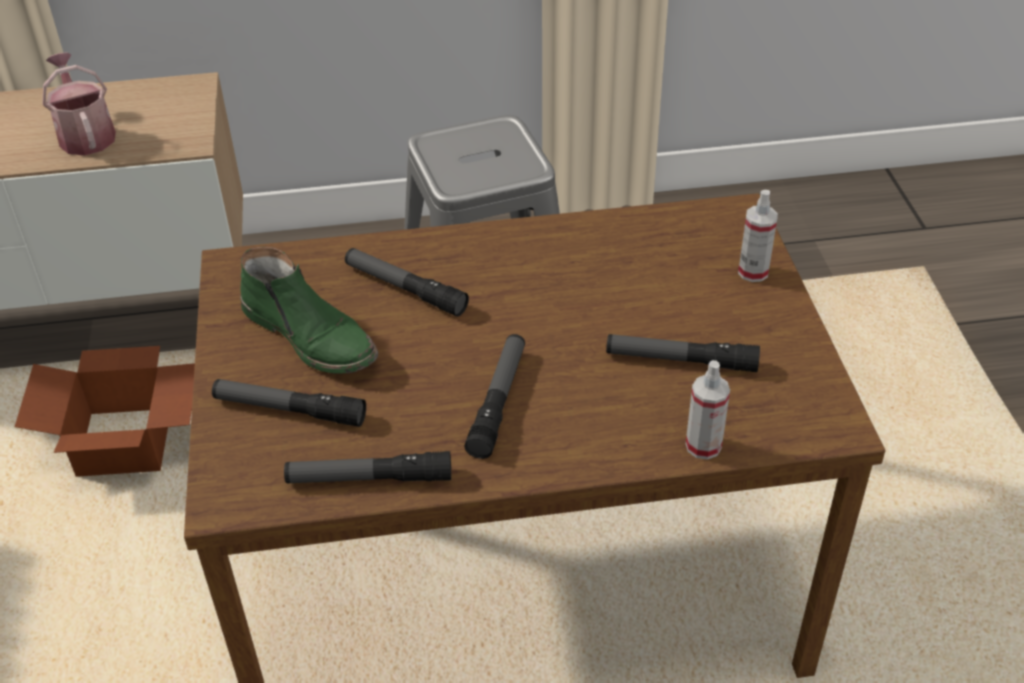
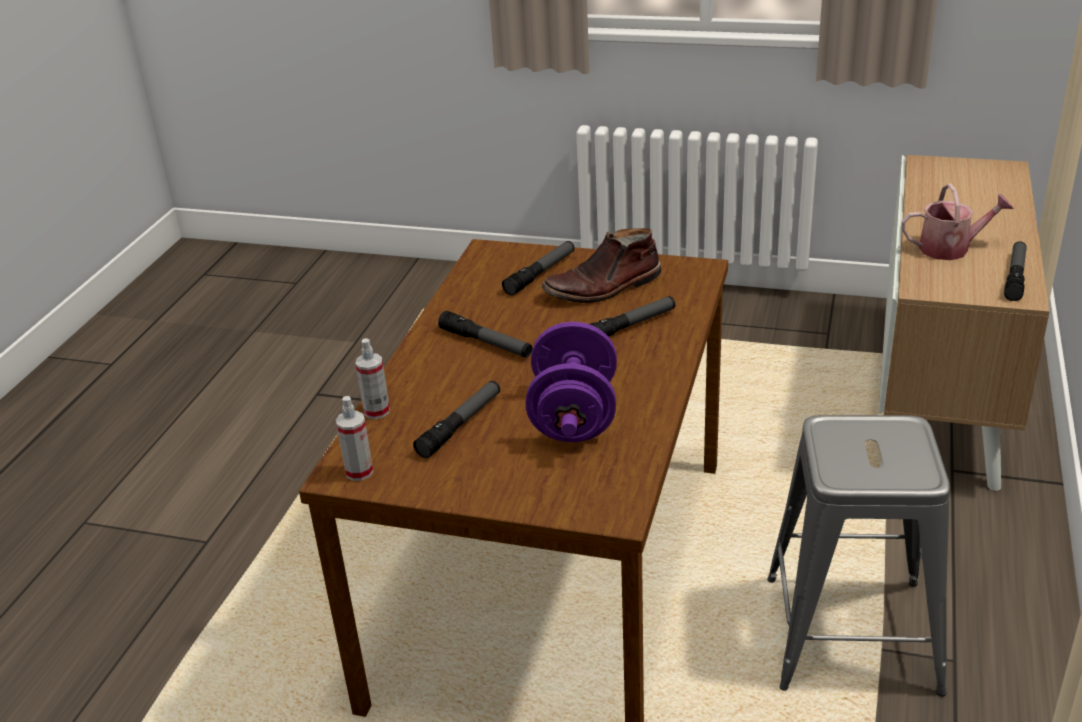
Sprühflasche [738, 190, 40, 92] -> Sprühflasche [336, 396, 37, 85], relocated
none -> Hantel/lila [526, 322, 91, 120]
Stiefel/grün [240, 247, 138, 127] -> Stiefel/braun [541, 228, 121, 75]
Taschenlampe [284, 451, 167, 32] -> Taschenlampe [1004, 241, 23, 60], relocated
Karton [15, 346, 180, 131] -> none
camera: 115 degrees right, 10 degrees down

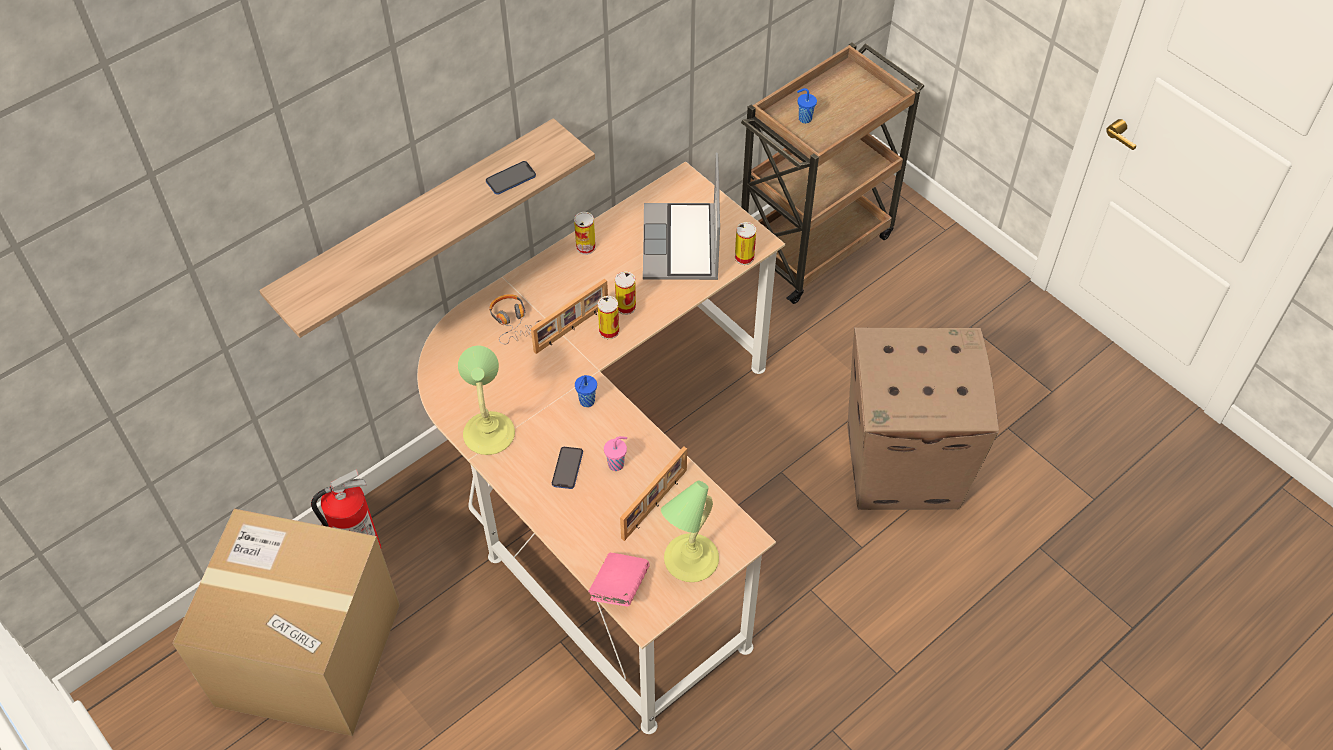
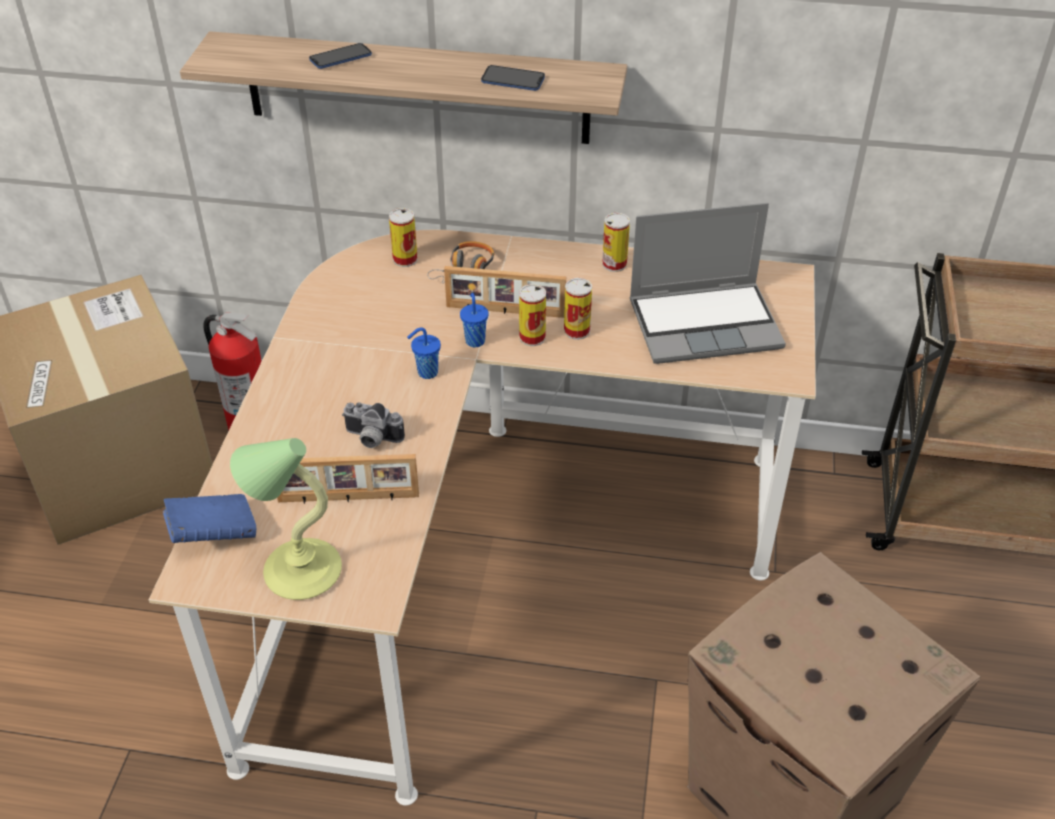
Buch/rosa [588, 553, 62, 54] -> Buch/blau [163, 494, 93, 49]
Handy [552, 447, 31, 42] -> Handy [309, 43, 63, 26], relocated
Tasse/rosa [604, 436, 23, 35] -> Kamera [342, 402, 63, 46]
Dose [735, 222, 21, 43] -> Dose [389, 208, 29, 59], relocated
Tasse/blau [797, 88, 20, 35] -> Tasse/blau [460, 293, 29, 54], relocated
Laptop [643, 153, 77, 127] -> Laptop [630, 203, 156, 161], 150 degrees counterclockwise
Tischlampe [458, 346, 57, 109] -> none
camera: 50 degrees right, 10 degrees down

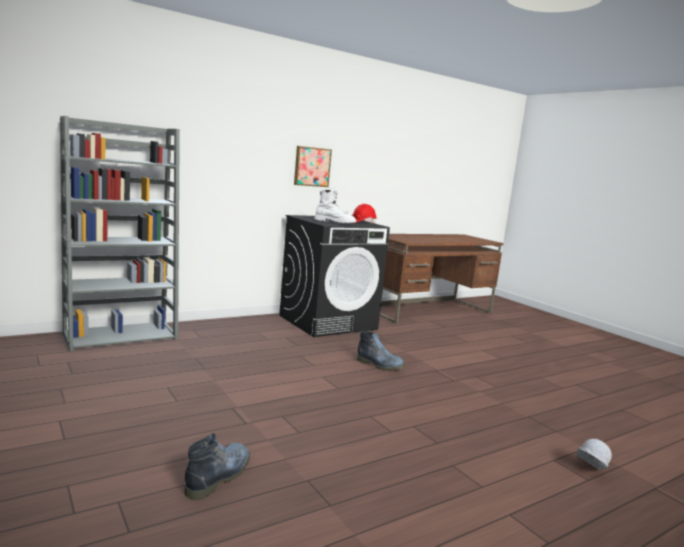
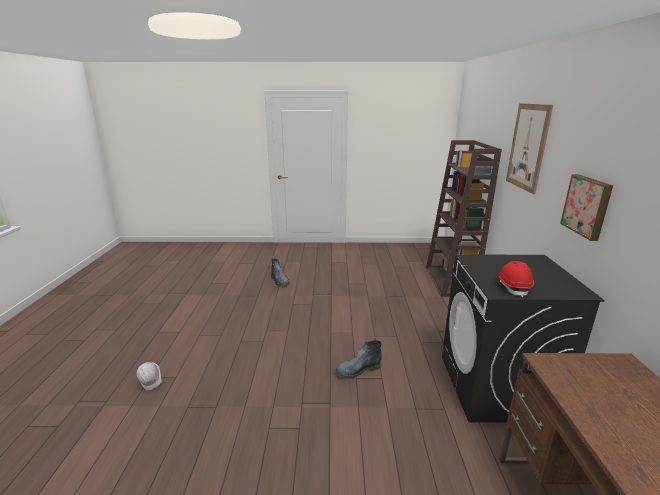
Bücherregal/grau [60, 116, 120, 235] -> Bücherregal/braun [426, 140, 76, 157]
none -> Bild [506, 103, 47, 91]
Stiefel/weiß [314, 188, 42, 35] -> none
camera: 125 degrees right, 10 degrees up

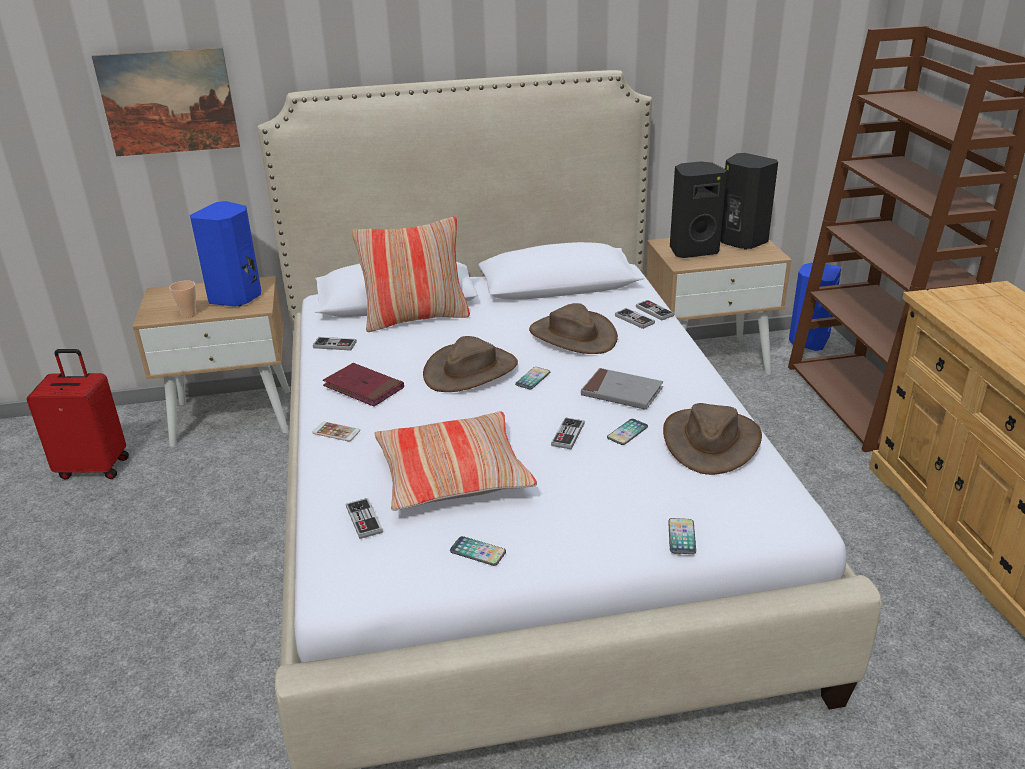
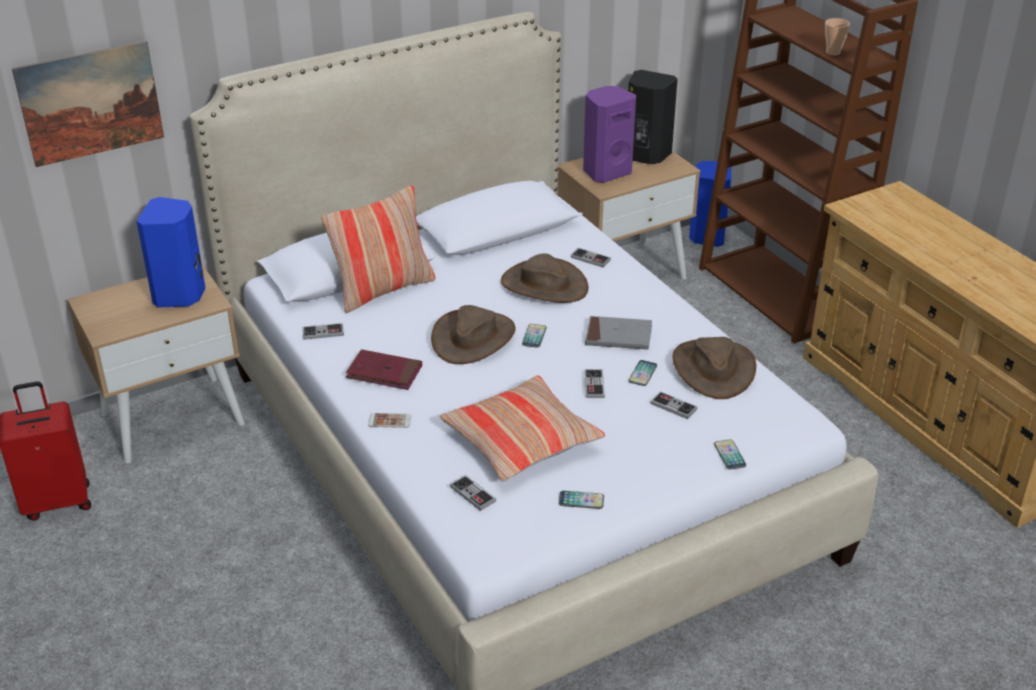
Lautsprecher/schwarz [670, 161, 57, 97] -> Lautsprecher/lila [583, 86, 53, 97]
Gamepad [636, 300, 38, 21] -> Gamepad [650, 391, 47, 28], relocated
Tasse [169, 280, 27, 38] -> Tasse [825, 18, 25, 38], relocated
camera: 20 degrees left, 5 degrees up

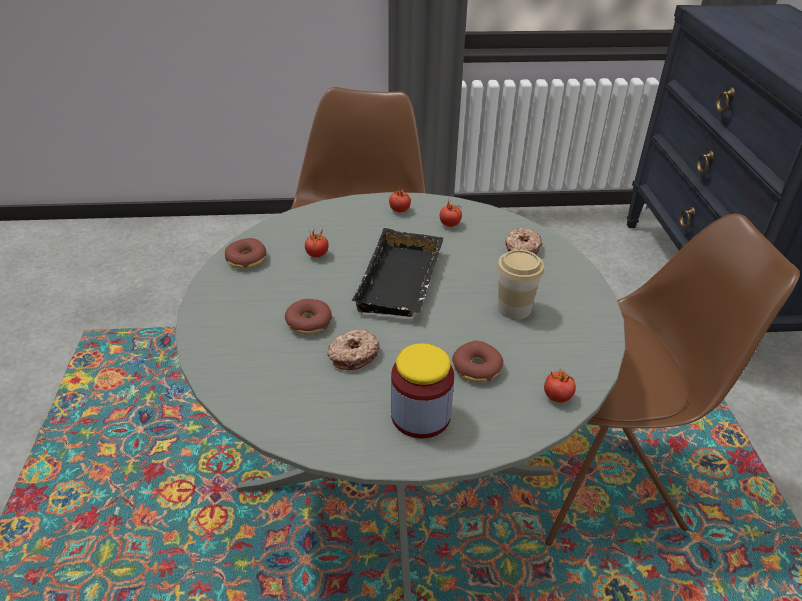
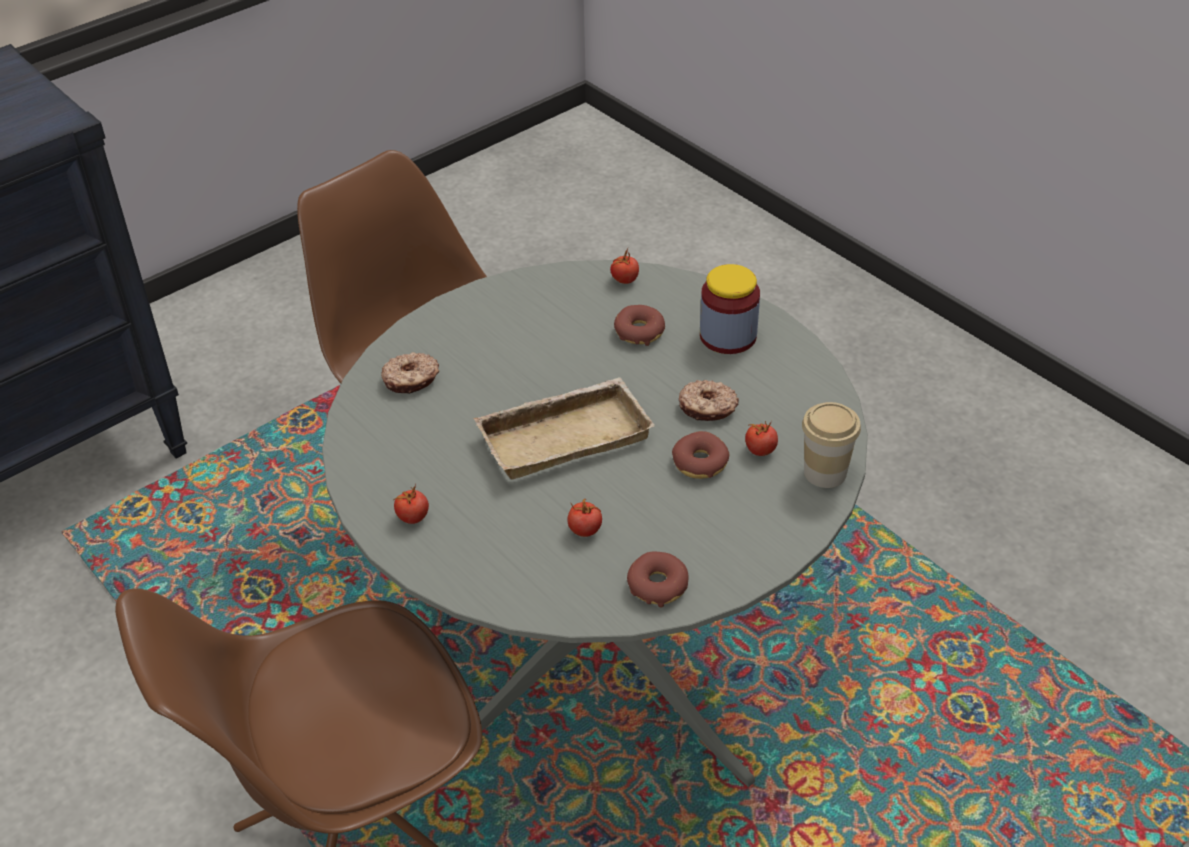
Tablett/schwarz [352, 228, 91, 89] -> Tablett/beige [473, 377, 182, 102]
Tomate [440, 198, 22, 29] -> Tomate [745, 421, 33, 35], relocated
Tasse [497, 250, 47, 69] -> Tasse [802, 402, 59, 86], relocated
camera: 125 degrees left, 5 degrees up

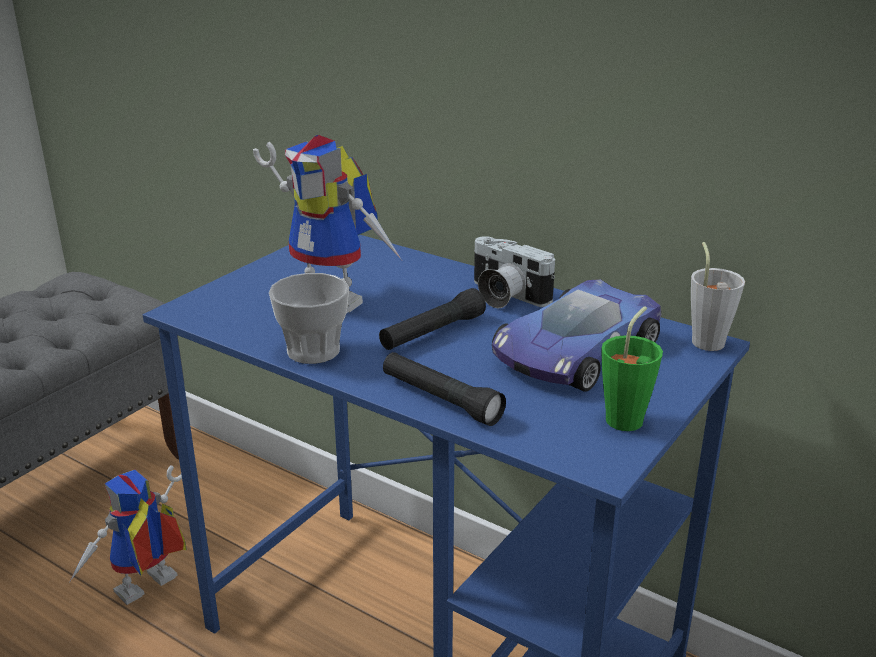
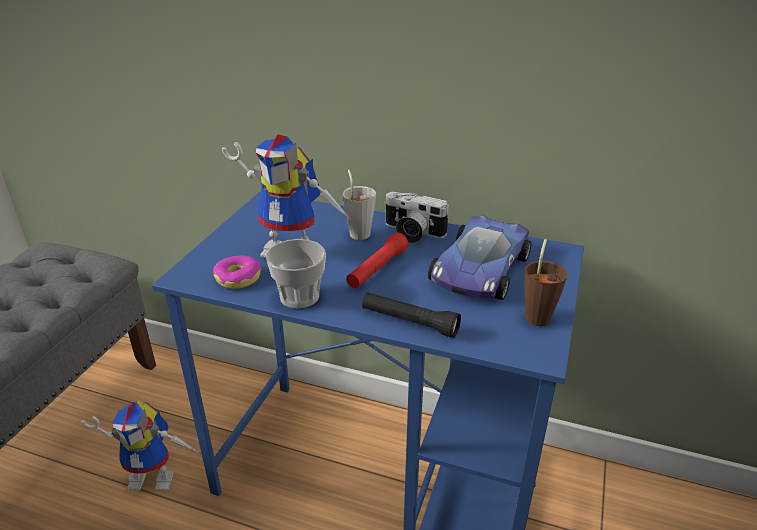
Spielzeugroboter [69, 465, 118, 140] -> Spielzeugroboter [81, 399, 118, 92], 120 degrees counterclockwise
none -> Donut [213, 256, 48, 33]
Tasse/grau [691, 242, 54, 109] -> Tasse/grau [342, 170, 34, 70], relocated
Taschenlampe/schwarz [379, 288, 107, 62] -> Taschenlampe/rot [346, 232, 63, 56]
Tasse/grün [601, 306, 62, 125] -> Tasse/braun [524, 239, 44, 87]
camera: 15 degrees left, 5 degrees up

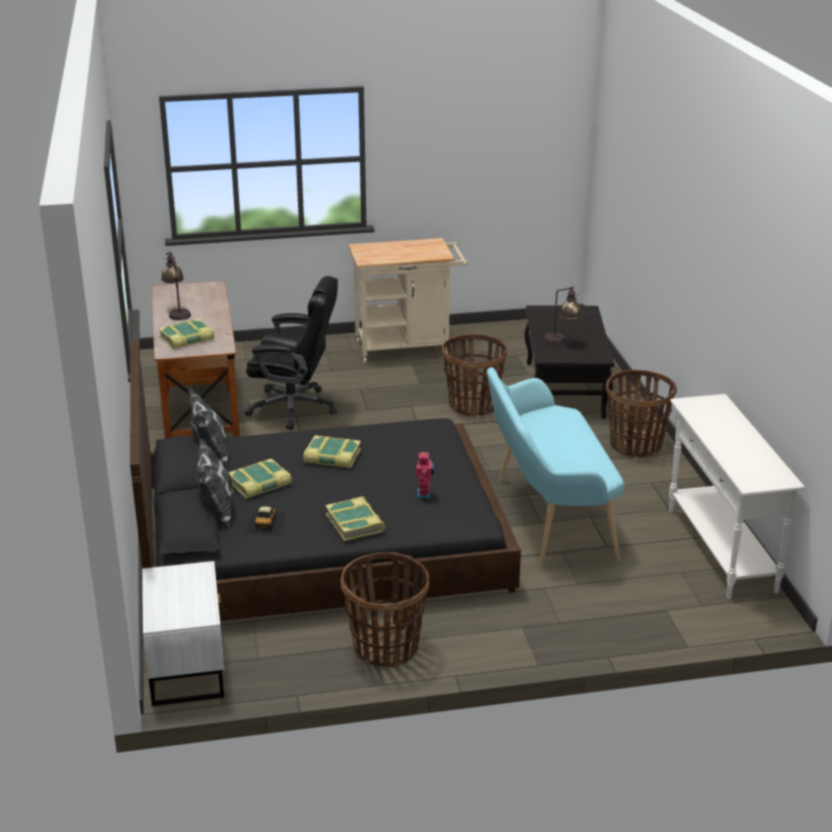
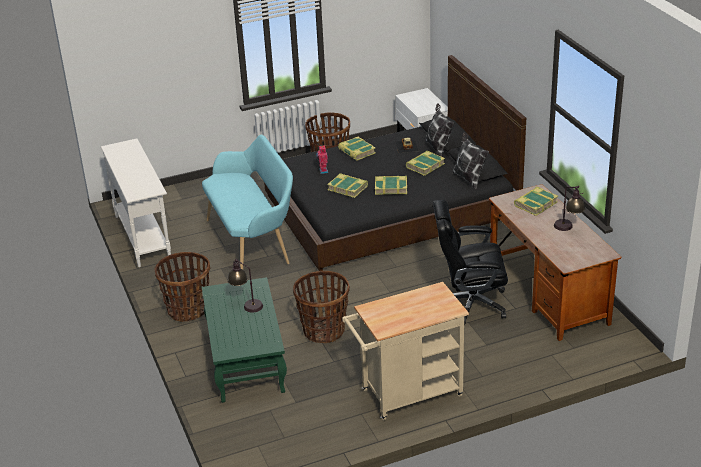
Couchtisch/schwarz [524, 306, 90, 113] -> Couchtisch/grün [202, 277, 85, 126]
none -> Buch [327, 173, 41, 25]
camera: 170 degrees right, 5 degrees up

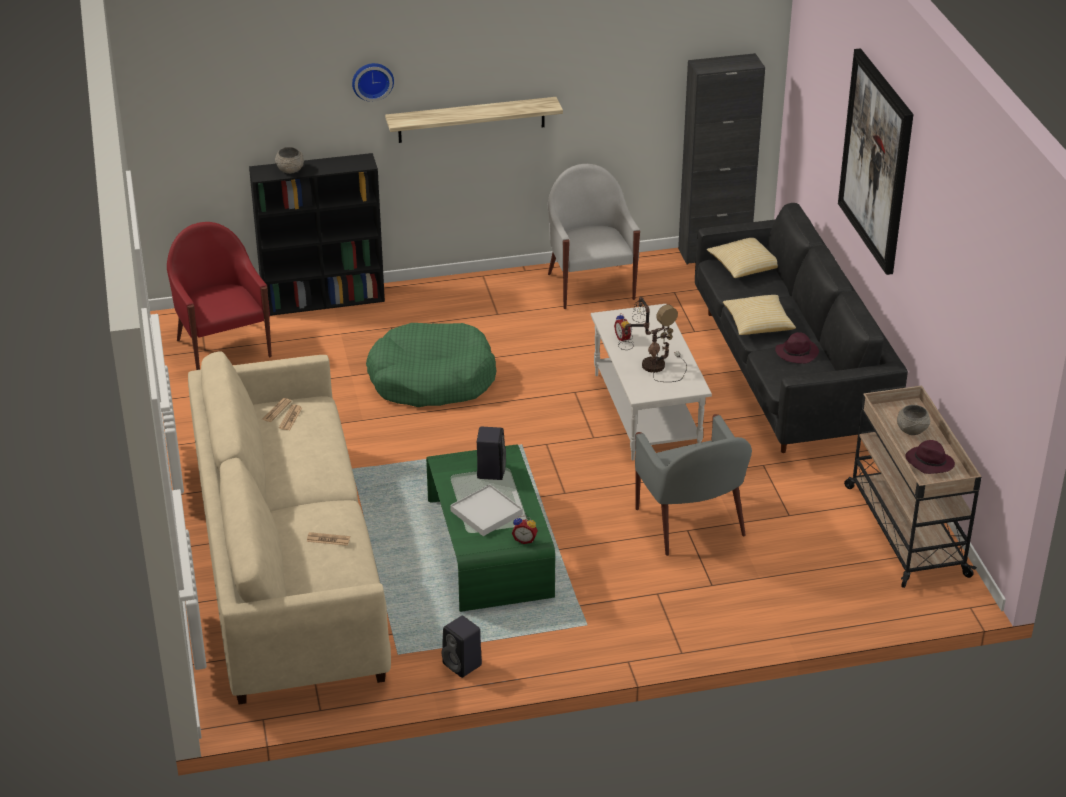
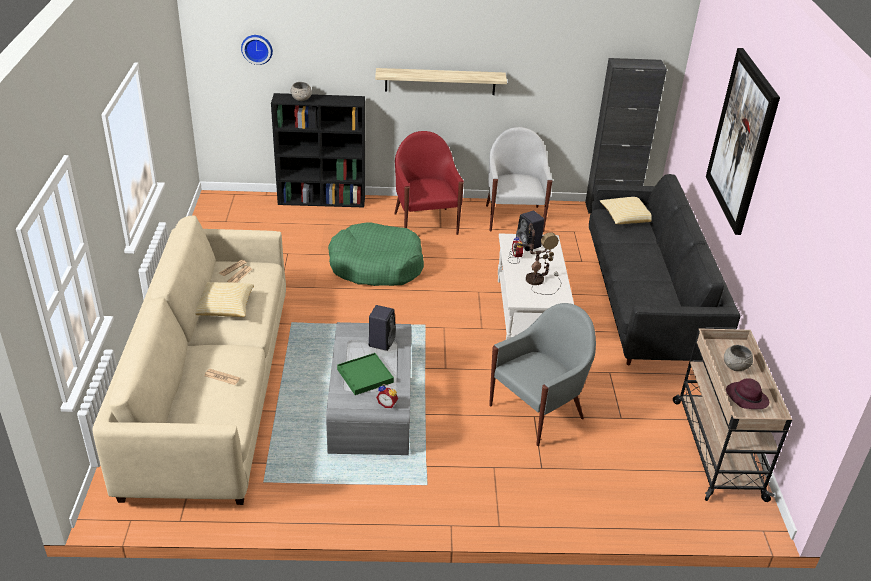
Kissen [723, 295, 73, 40] -> Kissen [195, 282, 59, 35], relocated
Wanduhr [352, 63, 42, 39] -> Wanduhr [241, 35, 32, 30], relocated
Couchtisch/grün [426, 444, 129, 168] -> Couchtisch/grau [326, 322, 85, 133]
Tablett/weiß [450, 484, 73, 52] -> Tablett/grün [337, 353, 57, 42]
Sessel/rot [167, 222, 105, 148] -> Sessel/rot [394, 131, 70, 104], relocated
Sessel/grau [635, 414, 117, 142] -> Sessel/grau [489, 303, 107, 143], 120 degrees counterclockwise
Lautsprecher/schwarz [442, 616, 40, 62] -> Lautsprecher/schwarz [516, 211, 28, 40], relocated
Hut/lila [775, 332, 44, 32] -> none
camera: 10 degrees right, 0 degrees up

